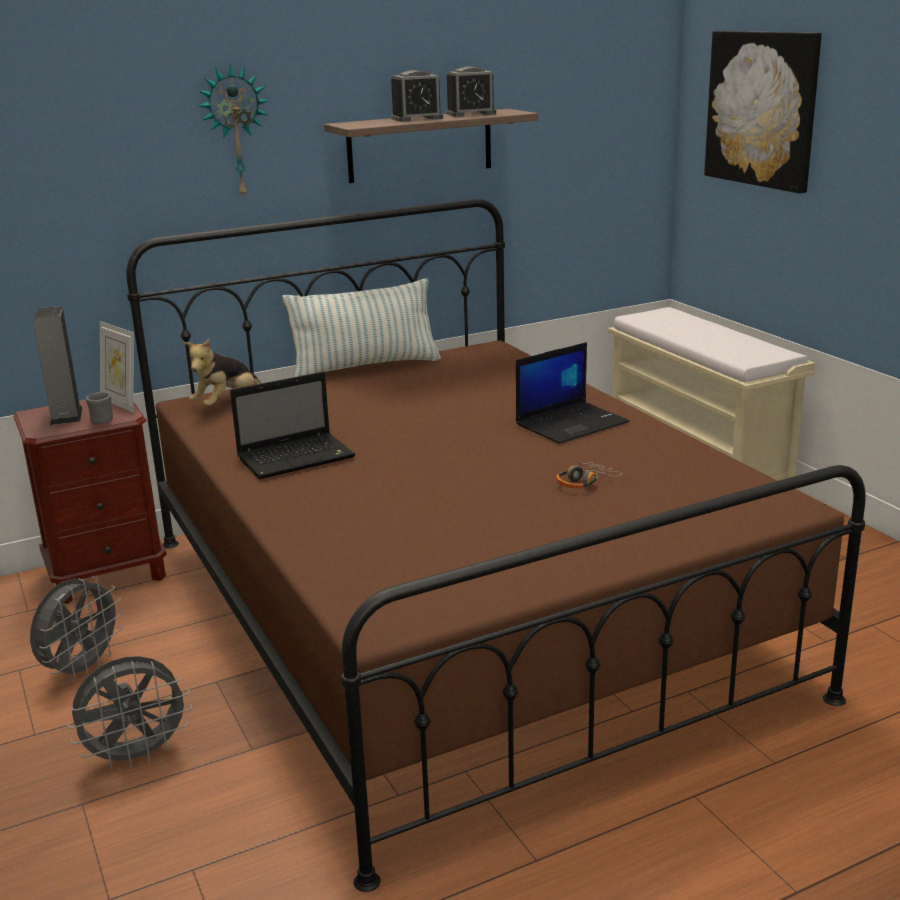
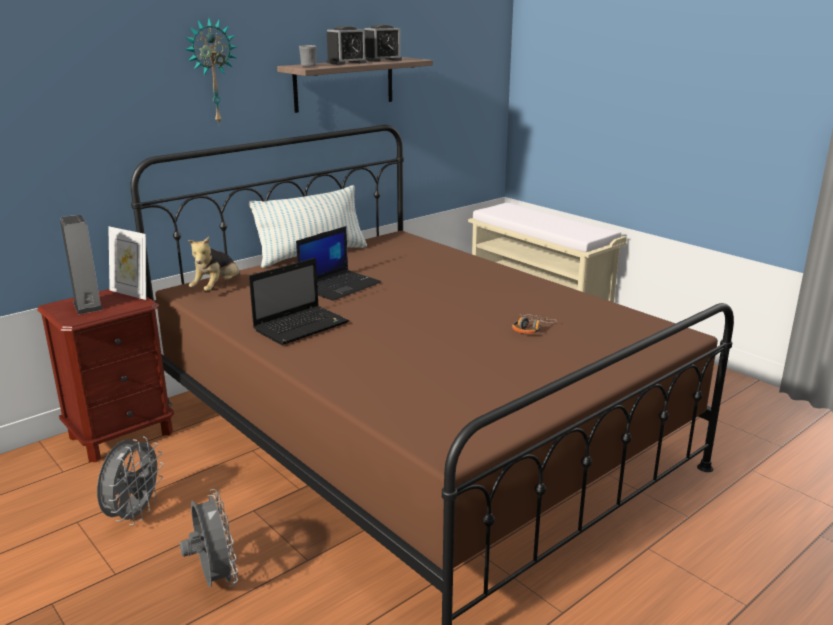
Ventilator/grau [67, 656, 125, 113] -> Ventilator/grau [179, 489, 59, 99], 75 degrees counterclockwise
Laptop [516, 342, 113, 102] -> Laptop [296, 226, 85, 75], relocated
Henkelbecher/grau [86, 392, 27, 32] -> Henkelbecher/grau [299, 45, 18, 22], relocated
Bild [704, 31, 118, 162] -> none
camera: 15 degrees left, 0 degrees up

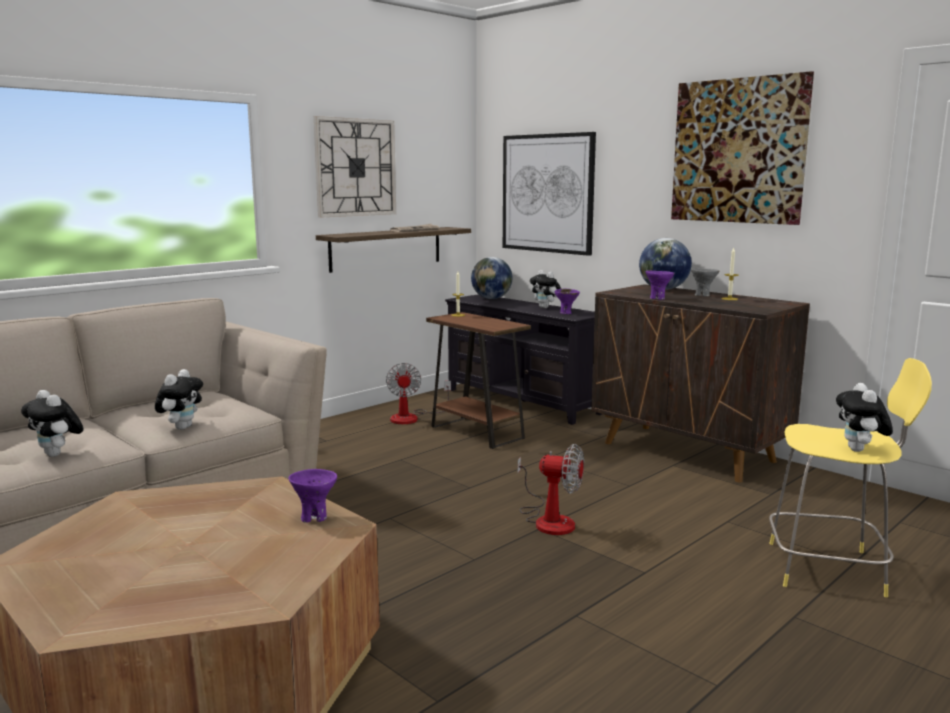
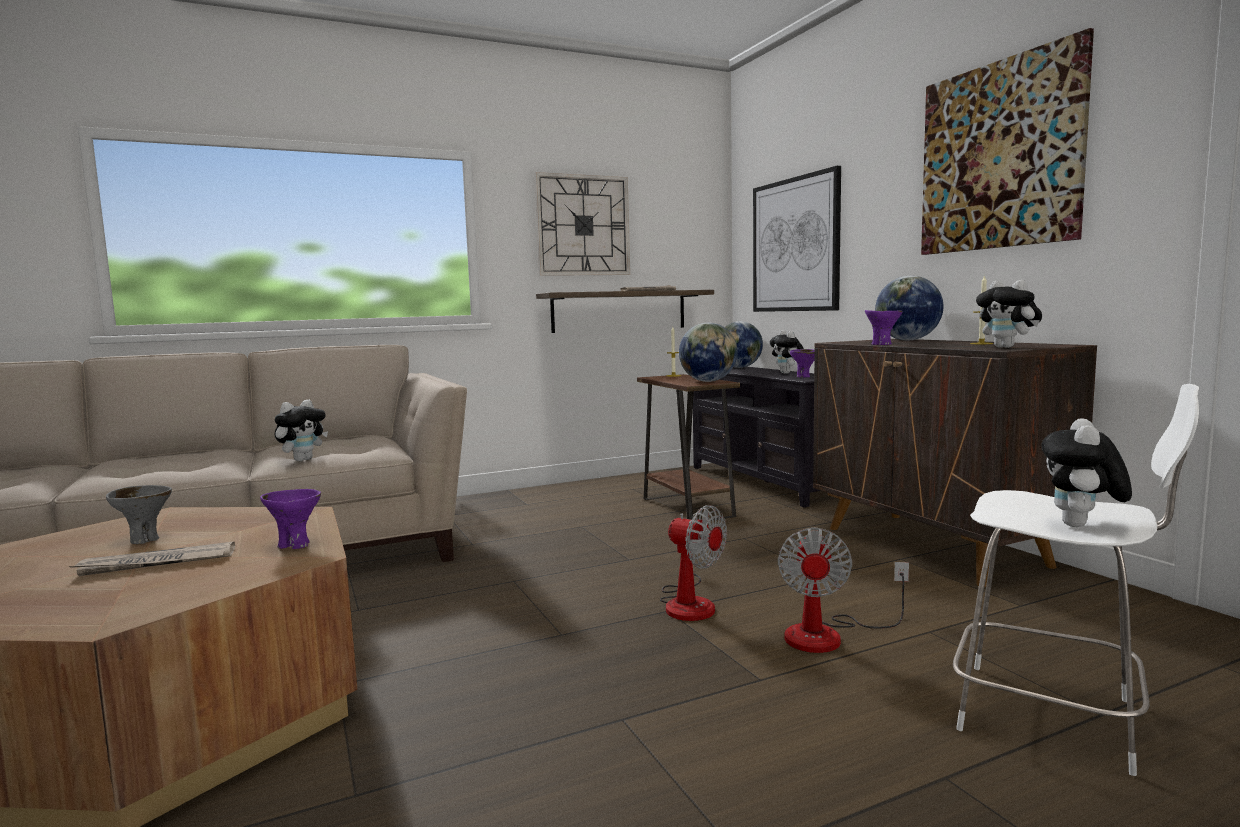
none -> Zeitung [68, 541, 167, 35]
Schüssel/grau [691, 268, 28, 28] -> Schüssel/grau [106, 485, 66, 59], relocated
none -> Globus [679, 323, 59, 59]
Ventilator [386, 363, 65, 61] -> Ventilator [778, 527, 131, 126], relocated
Hocker/gelb [769, 358, 163, 239] -> Hocker/weiß [953, 384, 246, 392]
Plüschtier [21, 390, 62, 67] -> Plüschtier [976, 280, 66, 68], relocated
camera: 20 degrees right, 5 degrees down

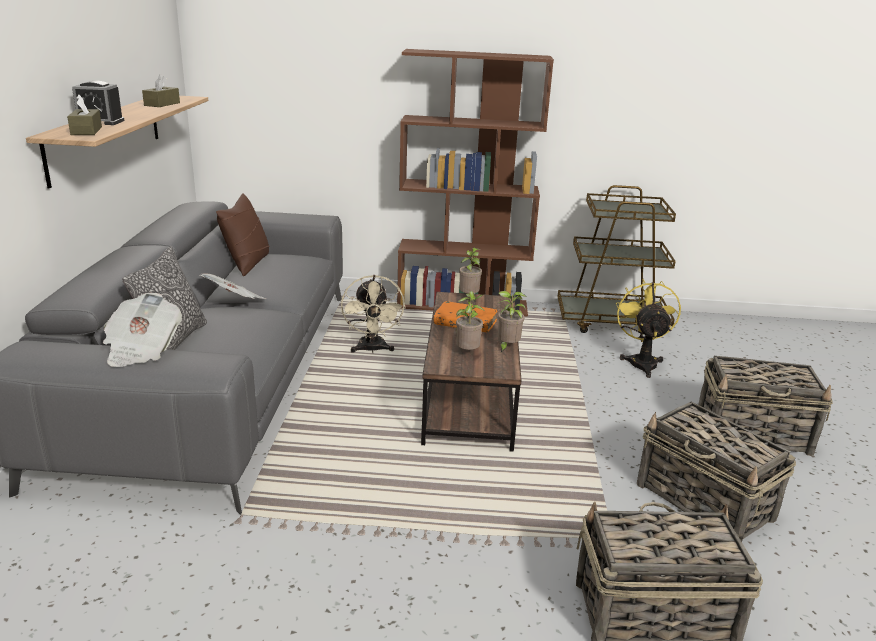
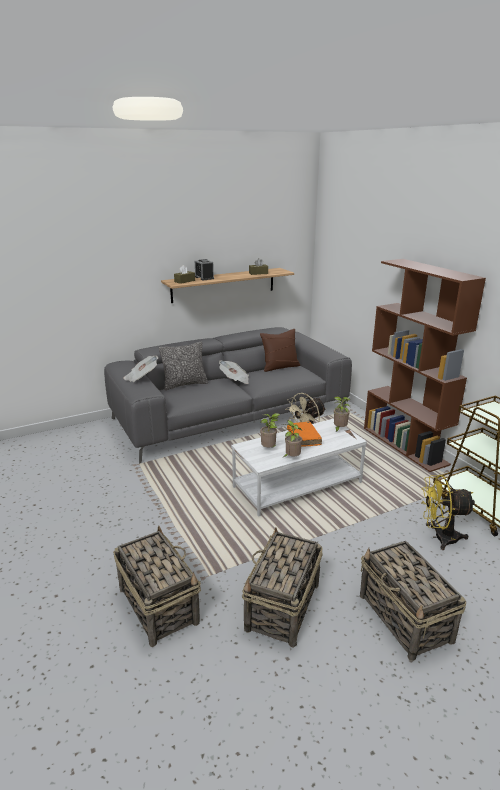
Couchtisch/braun [421, 292, 101, 160] -> Couchtisch/weiß [231, 418, 136, 99]
Ventilator/gelb [616, 279, 65, 99] -> Ventilator/gelb [422, 475, 53, 75], 150 degrees counterclockwise
camera: 60 degrees right, 0 degrees up

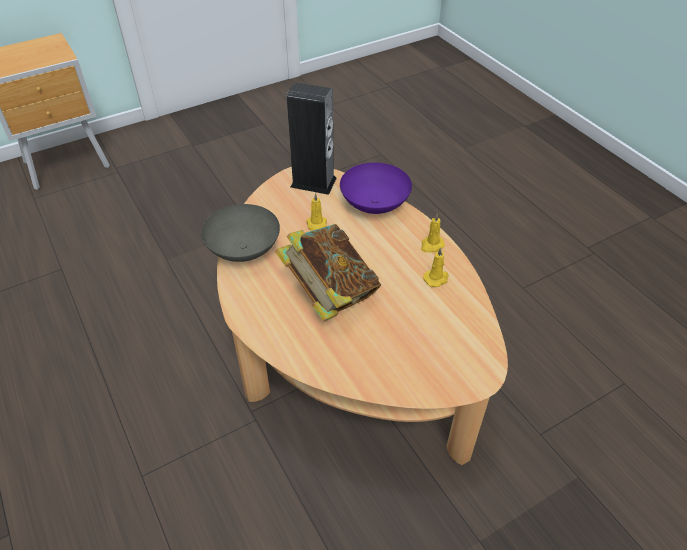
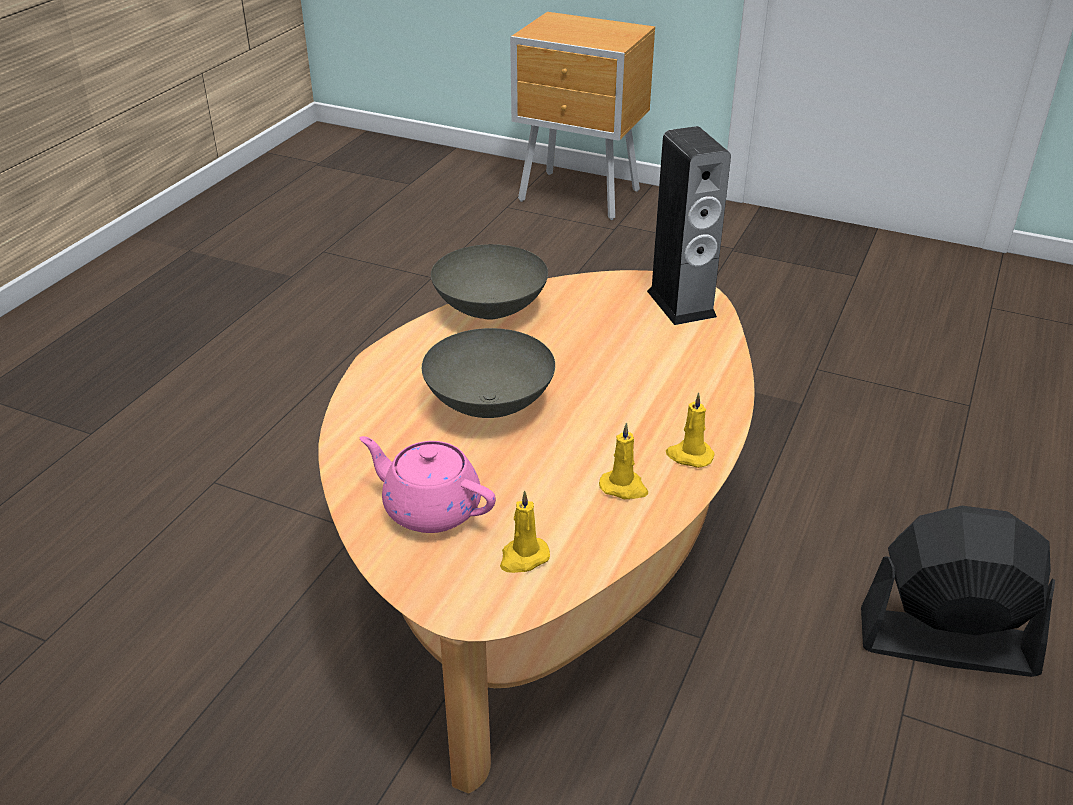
none -> Teekanne/rosa [360, 436, 136, 97]
Buch [275, 224, 106, 98] -> Schüssel/grau [422, 328, 133, 90]
Kerze/gelb [306, 193, 21, 38] -> Kerze/gelb [500, 490, 50, 83], relocated
none -> Ventilator/schwarz [861, 506, 194, 171]
Schüssel/lila [340, 162, 72, 52] -> none
camera: 55 degrees right, 10 degrees down

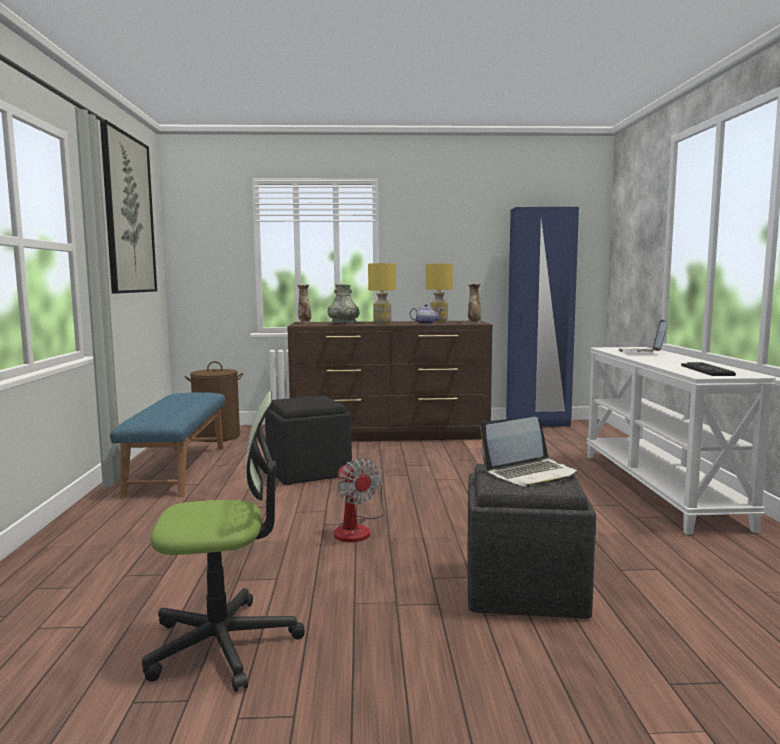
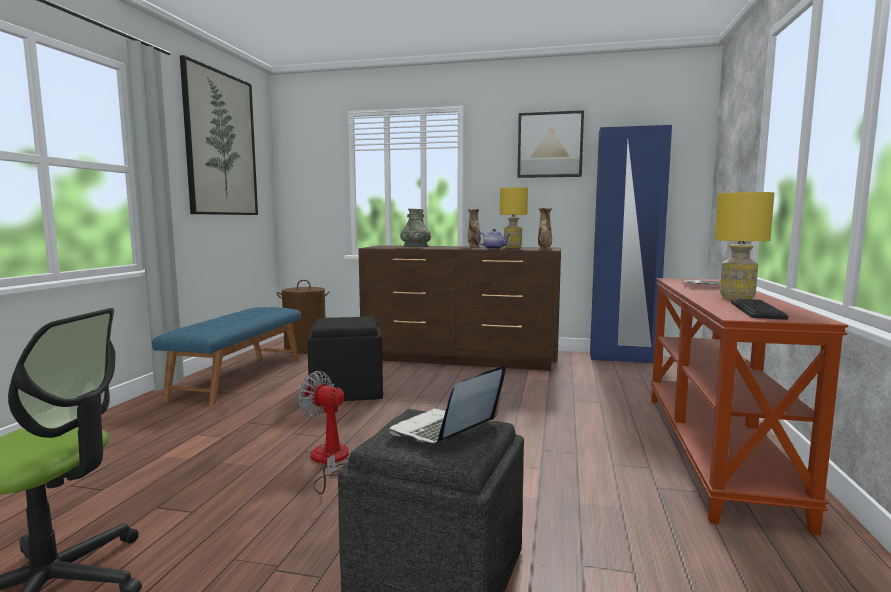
Ventilator [334, 458, 51, 84] -> Ventilator [298, 371, 51, 123], 135 degrees clockwise
Laptop [480, 417, 98, 70] -> Laptop [389, 365, 117, 78], 135 degrees clockwise
Vase [297, 285, 14, 38] -> Vase [468, 209, 13, 38], relocated
none -> Bild [517, 110, 67, 68]
Konsolentisch/weiß [586, 347, 190, 188] -> Konsolentisch/braun [650, 278, 198, 258]
Tischlampe/gelb [368, 263, 28, 61] -> Tischlampe/gelb [714, 192, 60, 108], relocated
camera: 15 degrees right, 0 degrees up

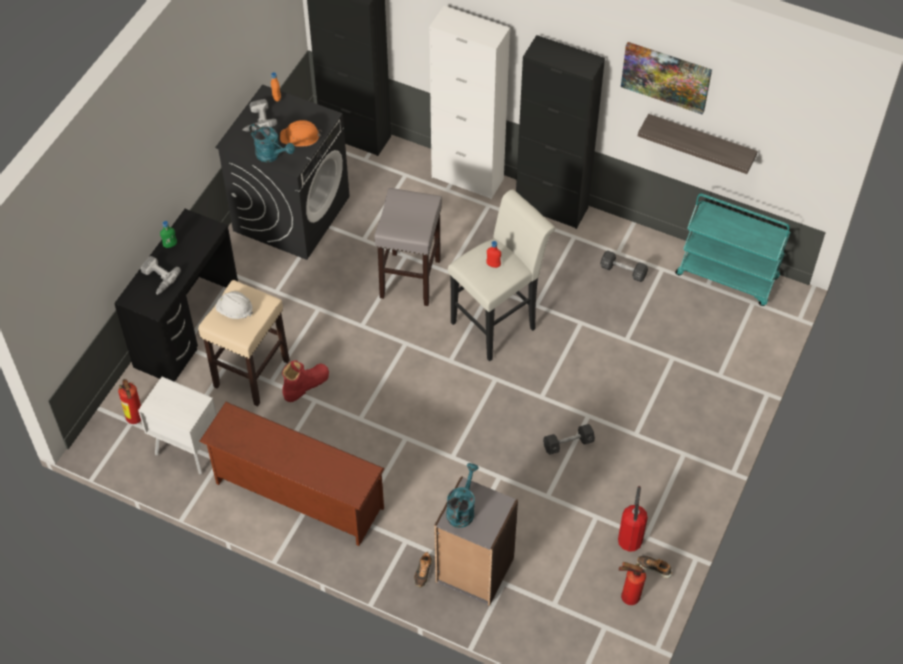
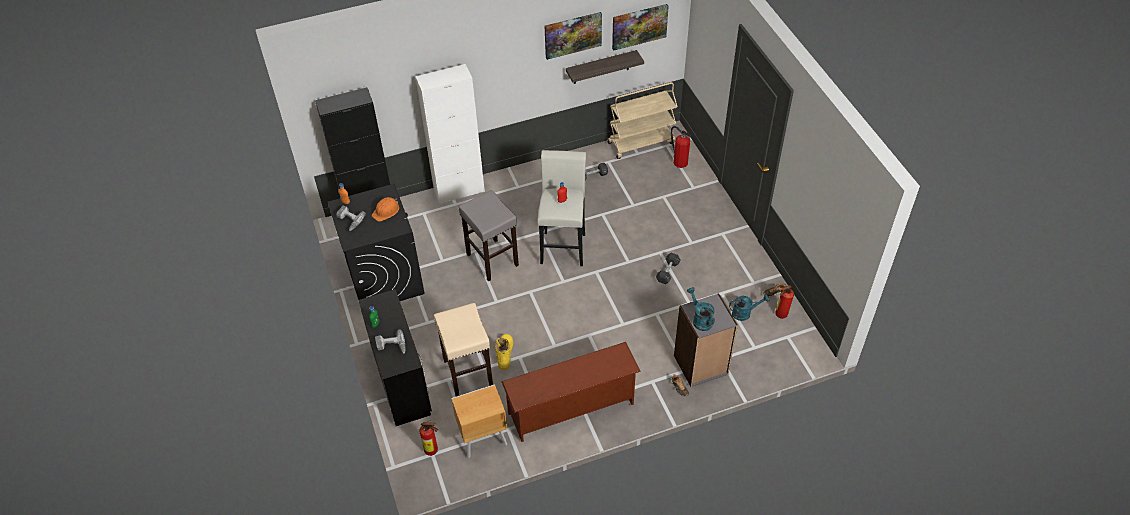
Nachttisch/weiß [138, 377, 79, 97] -> Nachttisch/braun [451, 384, 56, 74]
Stiefel/rot [282, 360, 47, 42] -> Stiefel/gelb [495, 334, 18, 36]
Rollwagen/türkis [675, 194, 116, 112] -> Rollwagen/beige [607, 82, 70, 77]
none -> Bild [612, 4, 57, 47]
Feuerlöscher [618, 486, 30, 66] -> Feuerlöscher [670, 126, 21, 42], relocated
Gießkanne/türkis [249, 123, 46, 39] -> Gießkanne/türkis [729, 294, 41, 27], relocated
Schutzhelm/weiß [216, 291, 37, 28] -> none
Schrank/schwarz [516, 35, 89, 194] -> none
camera: 45 degrees left, 5 degrees down

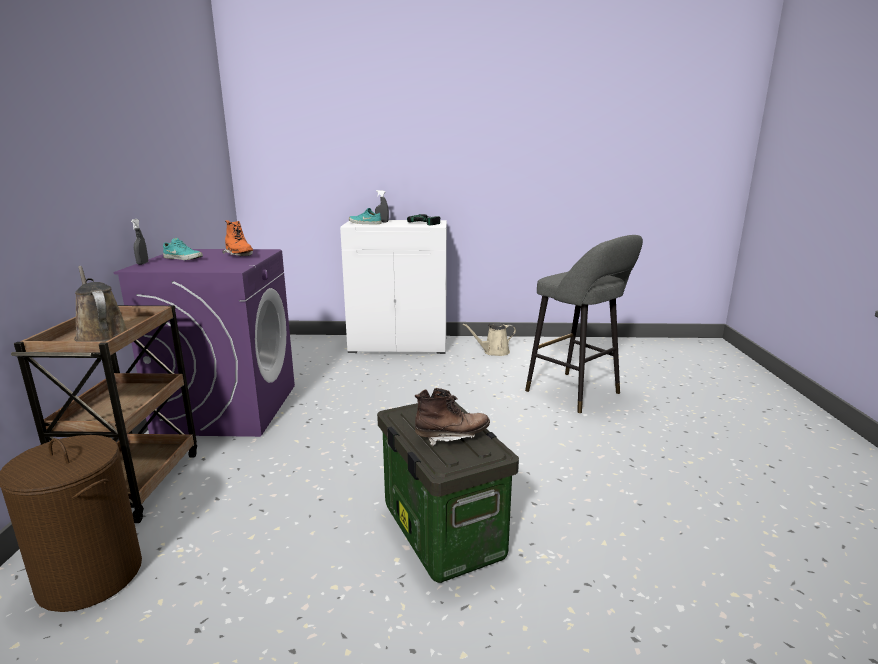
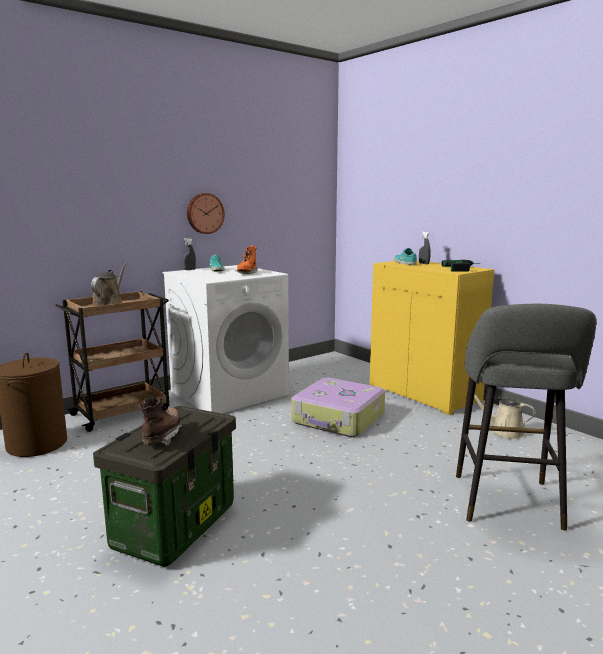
Stiefel/braun [415, 388, 75, 58] -> Stiefel/braun [139, 397, 43, 48], 120 degrees counterclockwise
Waschmaschine/lila [113, 249, 182, 188] -> Waschmaschine/weiß [163, 265, 126, 149]
none -> Wanduhr [187, 193, 38, 41]
none -> Koffer [291, 378, 94, 59]
Schrank/weiß [340, 220, 107, 134] -> Schrank/gelb [370, 260, 124, 155]
camera: 50 degrees right, 5 degrees down

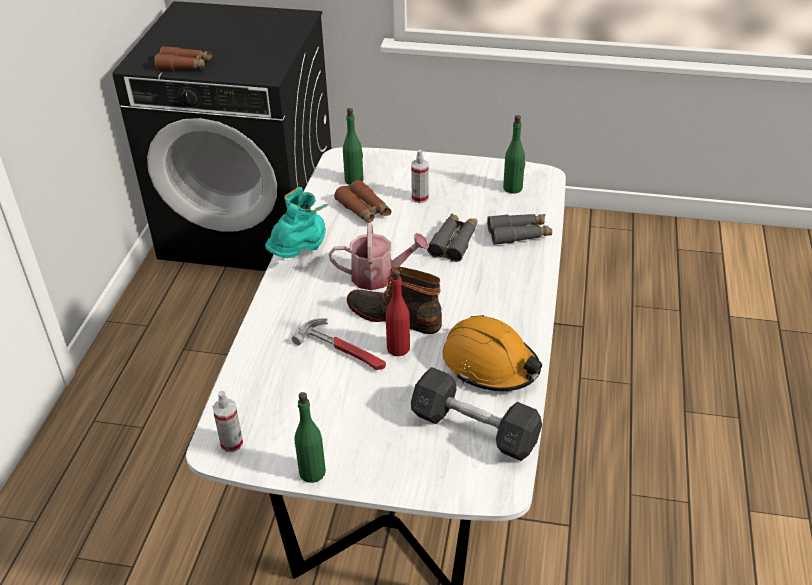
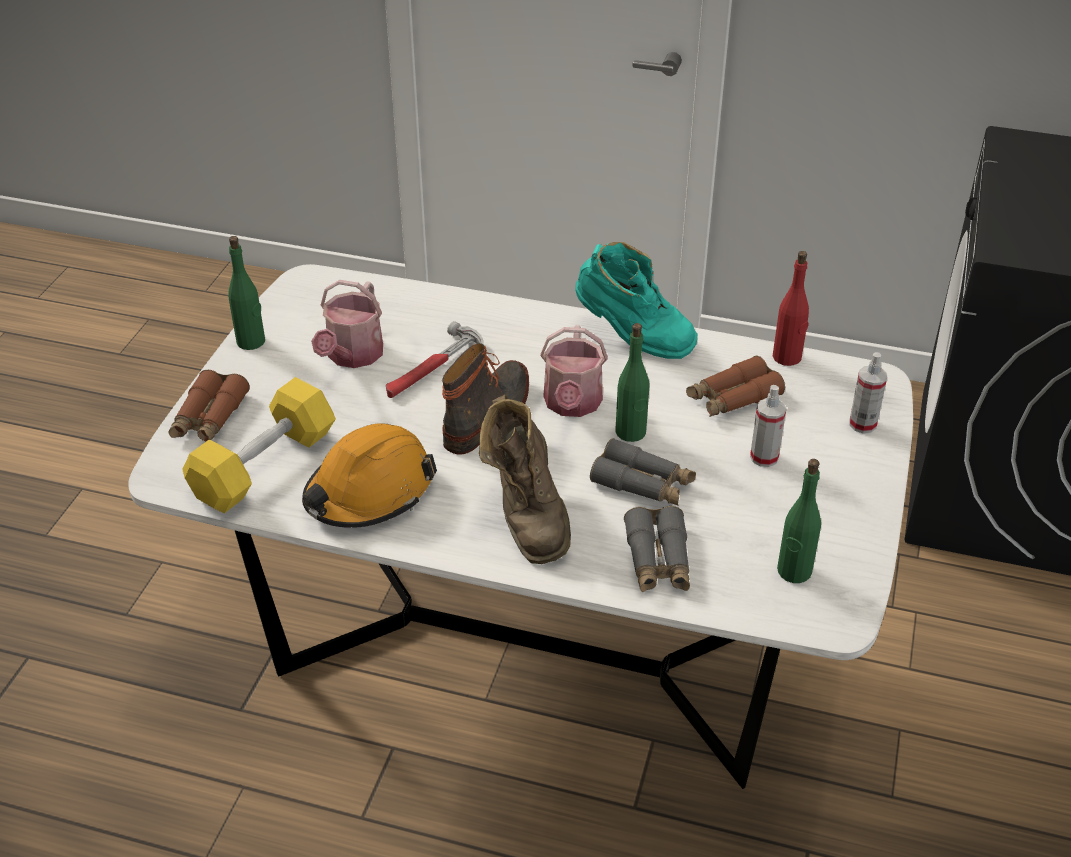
Fernglas/braun [154, 46, 58, 24] -> Fernglas/braun [168, 370, 82, 71], relocated
Hantel/grau [411, 367, 131, 94] -> Hantel/gelb [182, 377, 154, 136]
none -> Gießkanne [311, 280, 72, 88]
none -> Stiefel/braun [479, 395, 92, 169]
Flasche/grün [343, 108, 21, 77] -> Flasche/grün [615, 323, 34, 119], relocated
Flasche/rot [386, 270, 24, 86] -> Flasche/rot [773, 251, 36, 115], relocated
Sprühflasche [213, 391, 30, 61] -> Sprühflasche [849, 352, 38, 81], relocated
camera: 95 degrees right, 0 degrees up

